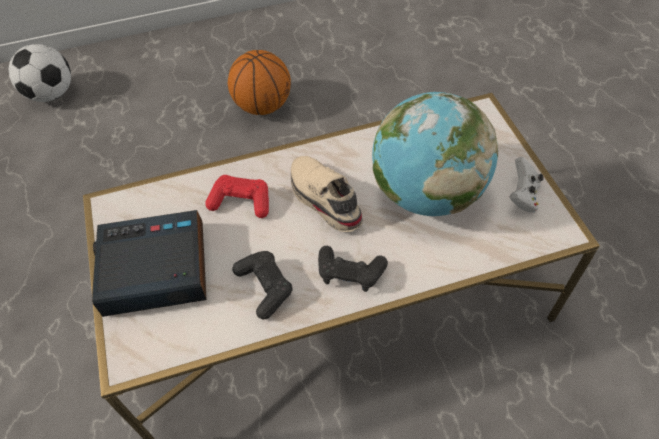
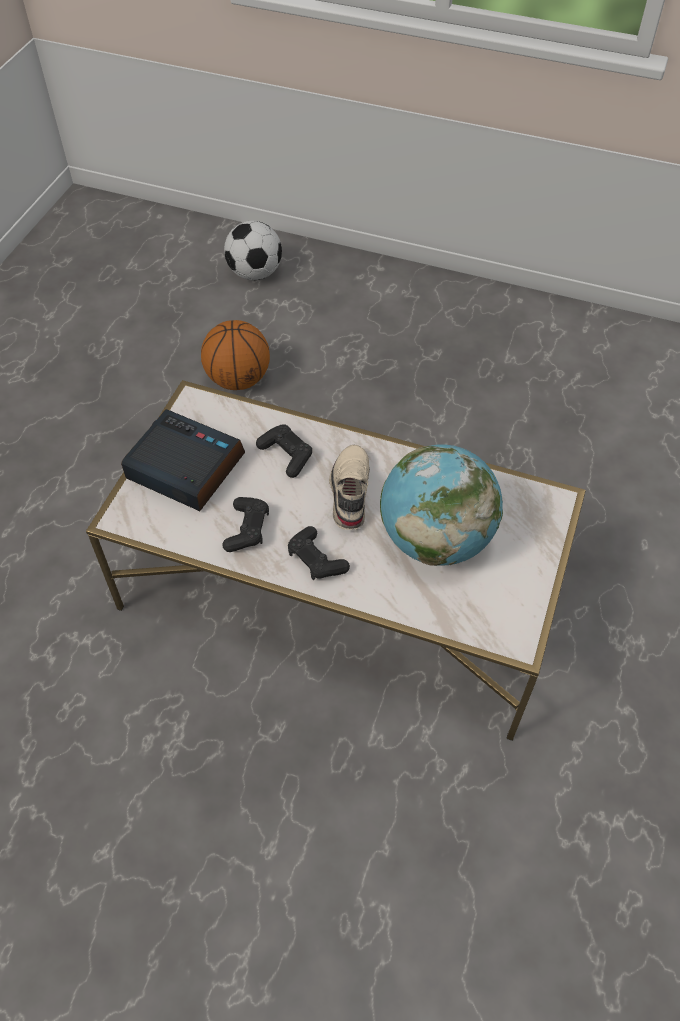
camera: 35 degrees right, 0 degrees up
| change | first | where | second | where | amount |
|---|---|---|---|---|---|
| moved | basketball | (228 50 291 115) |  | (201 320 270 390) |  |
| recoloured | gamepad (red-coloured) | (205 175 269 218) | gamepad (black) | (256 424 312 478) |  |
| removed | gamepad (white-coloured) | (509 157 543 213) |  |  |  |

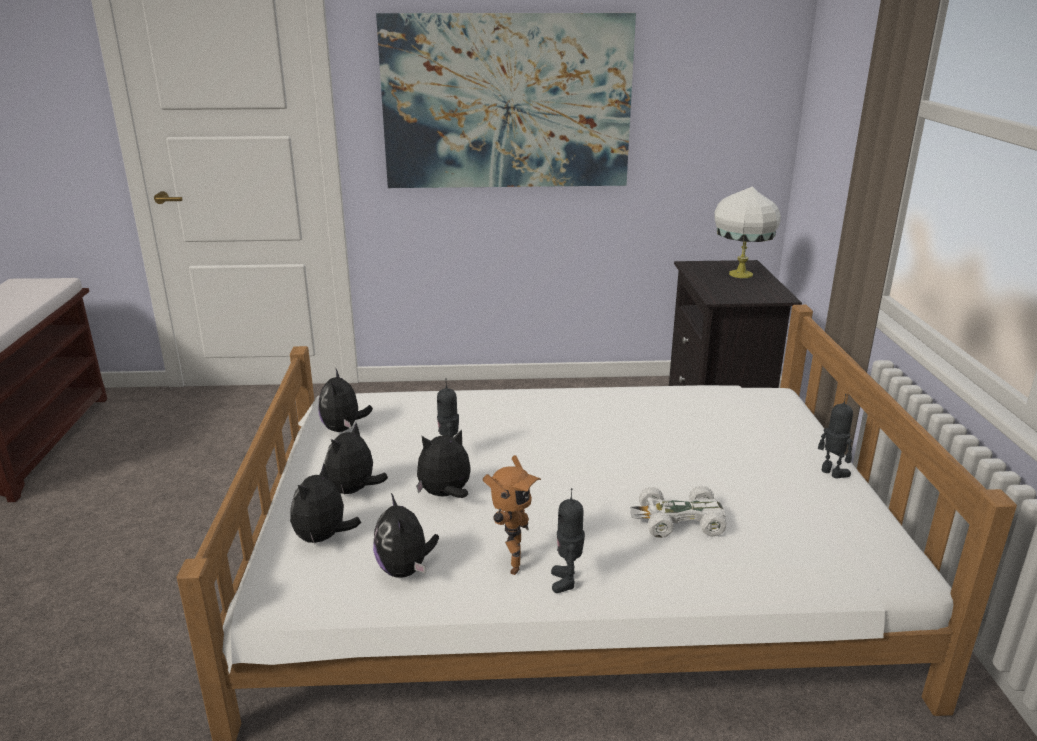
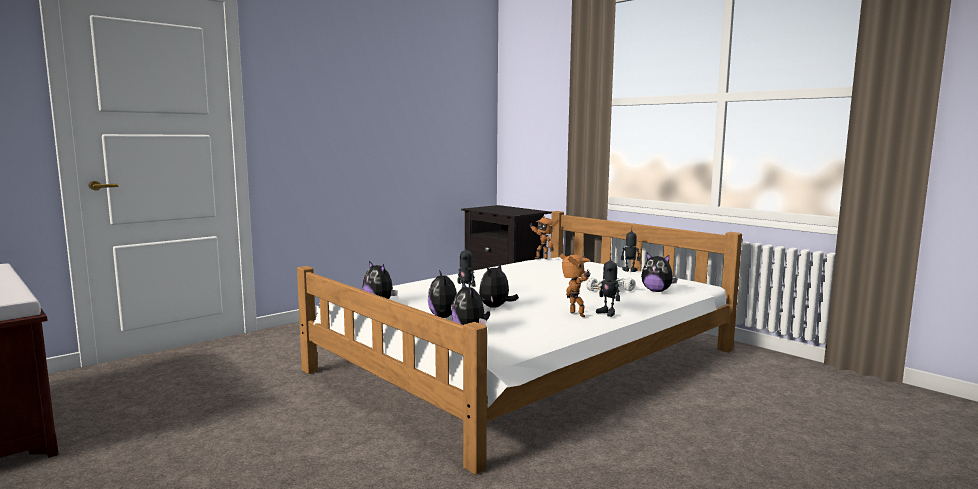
camera: 40 degrees left, 15 degrees down
| change | first | where | second | where | amount |
|---|---|---|---|---|---|
| added |  |  | model robot | (529 216 560 259) |  |
| moved | soft toy | (373 493 439 578) |  | (641 253 678 292) |  |
| removed | picture | (376 13 636 188) |  |  |  |
| removed | lamp for a table (white-coloured) | (714 186 781 278) |  |  |  |

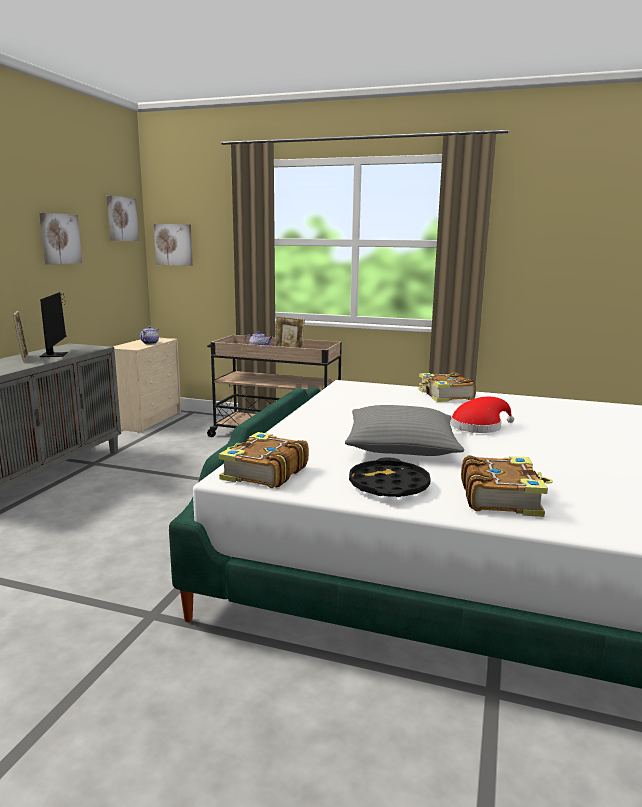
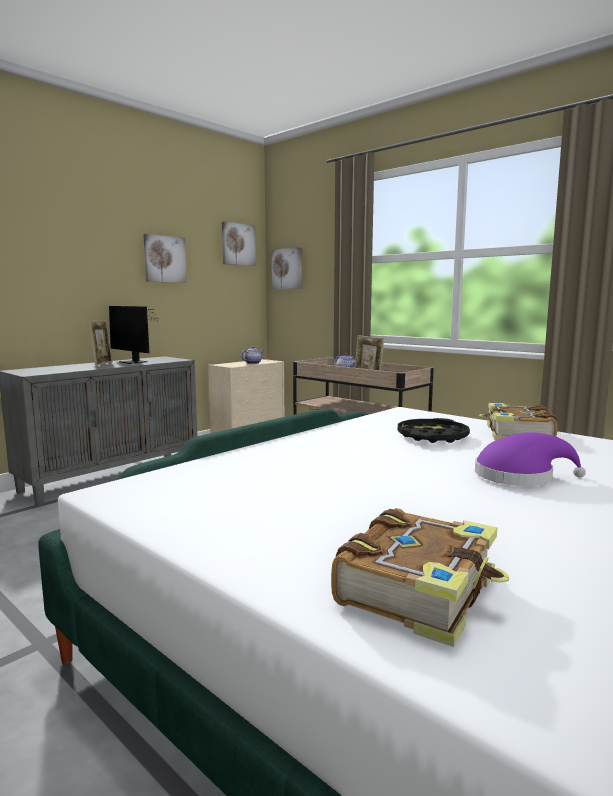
camera: 25 degrees right, 5 degrees down
| change | first | where | second | where | amount |
|---|---|---|---|---|---|
| turned | monitor | (40 292 67 357) |  | (109 306 160 364) | 120 degrees clockwise |
| moved | carrying tray (black) | (349 457 431 497) |  | (398 418 470 443) |  |
| recoloured | hat (red-coloured) | (451 397 514 433) | hat (purple-coloured) | (475 432 586 486) |  |
| removed | book | (219 432 309 488) |  |  |  |
| removed | pillow (greyish) | (345 405 464 456) |  |  |  |

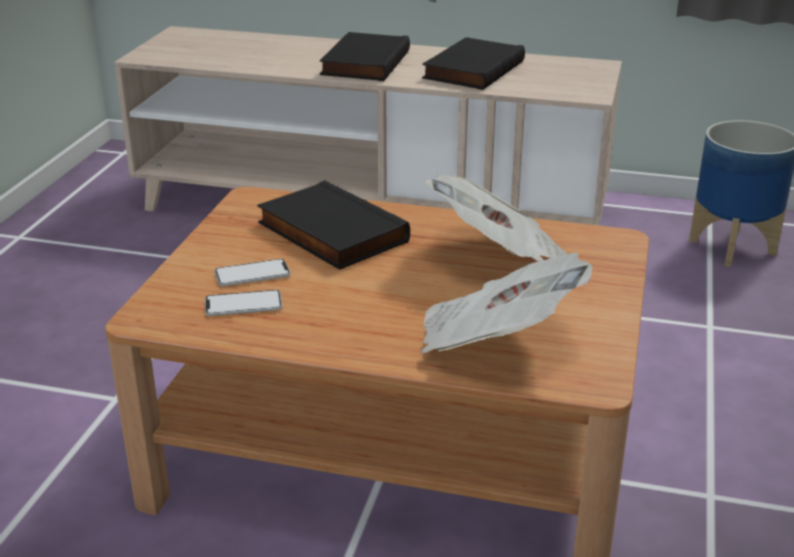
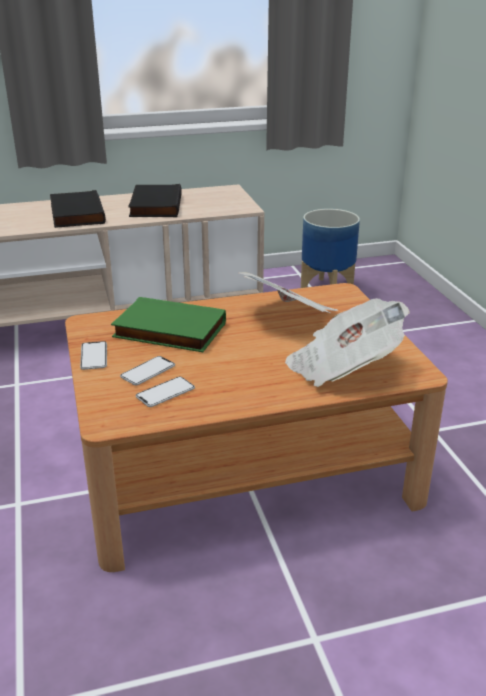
camera: 30 degrees left, 0 degrees up
| change | first | where | second | where | amount |
|---|---|---|---|---|---|
| added |  |  | handset | (80 341 107 370) |  |
| recoloured | book (black) | (257 180 410 270) | book (green-coloured) | (111 297 226 352) |  |

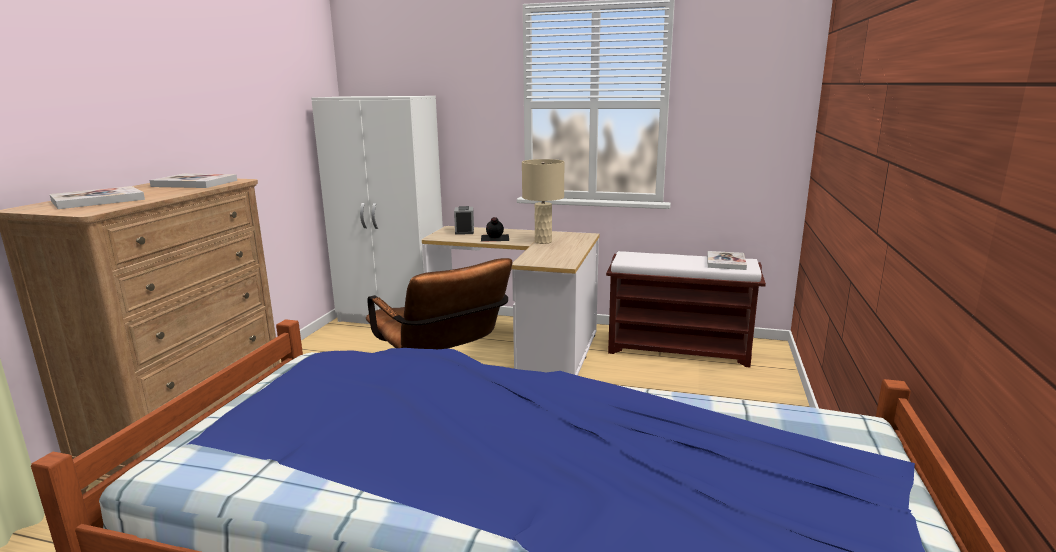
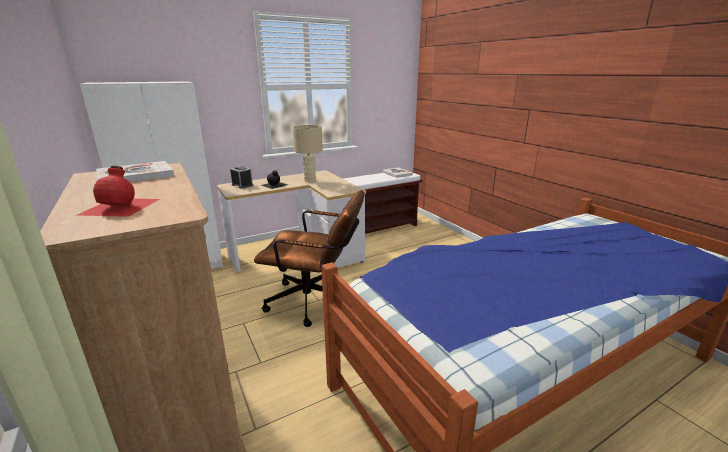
camera: 45 degrees left, 5 degrees up
| change | first | where | second | where | amount |
|---|---|---|---|---|---|
| replaced | book | (50 186 145 209) | beverage bottle (red-coloured) | (78 166 159 217) |  |

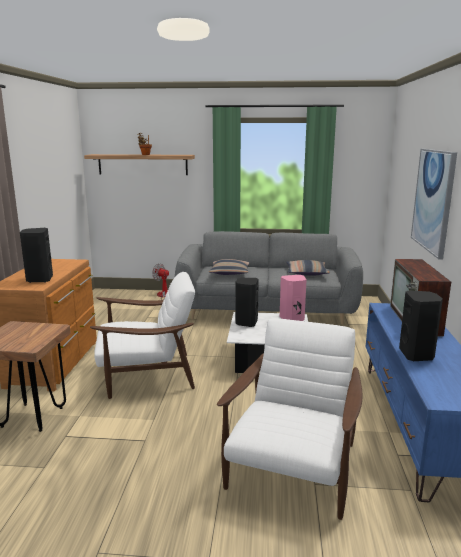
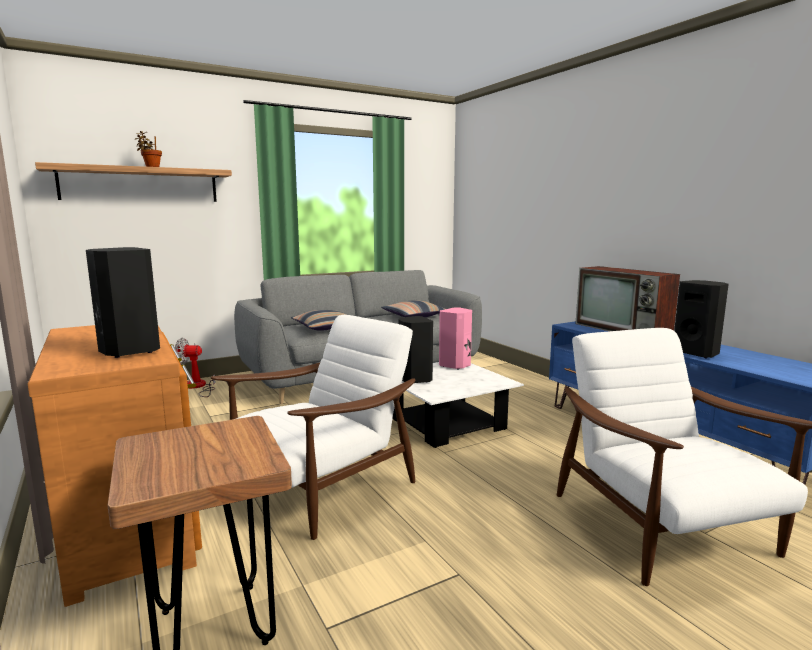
camera: 35 degrees left, 5 degrees down
| change | first | where | second | where | amount |
|---|---|---|---|---|---|
| removed | picture | (411 149 457 260) |  |  |  |

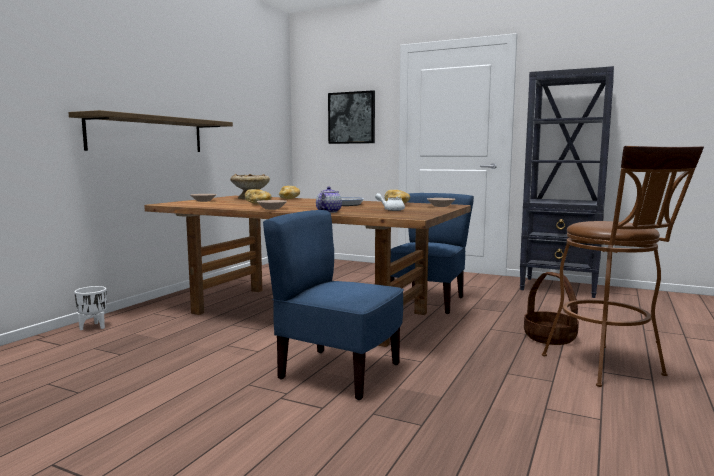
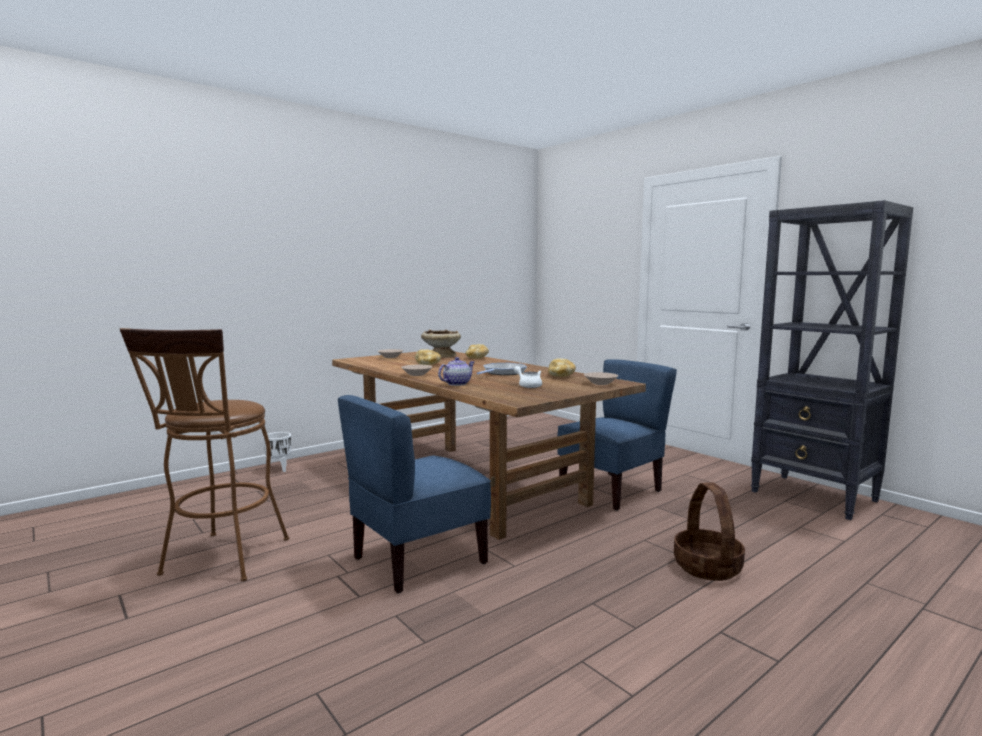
camera: 25 degrees right, 0 degrees up
| change | first | where | second | where | amount |
|---|---|---|---|---|---|
| moved | sitting stool (brown) | (542 146 704 387) |  | (120 328 289 581) |  |
| turned | upright chair (bluish) | (263 210 404 400) |  | (338 395 491 594) | 90 degrees counterclockwise |
| removed | bracket shelf | (69 110 233 152) |  |  |  |
| removed | picture | (328 90 375 144) |  |  |  |

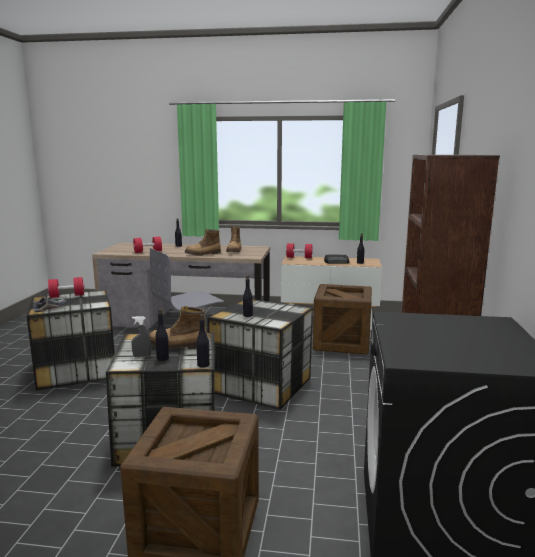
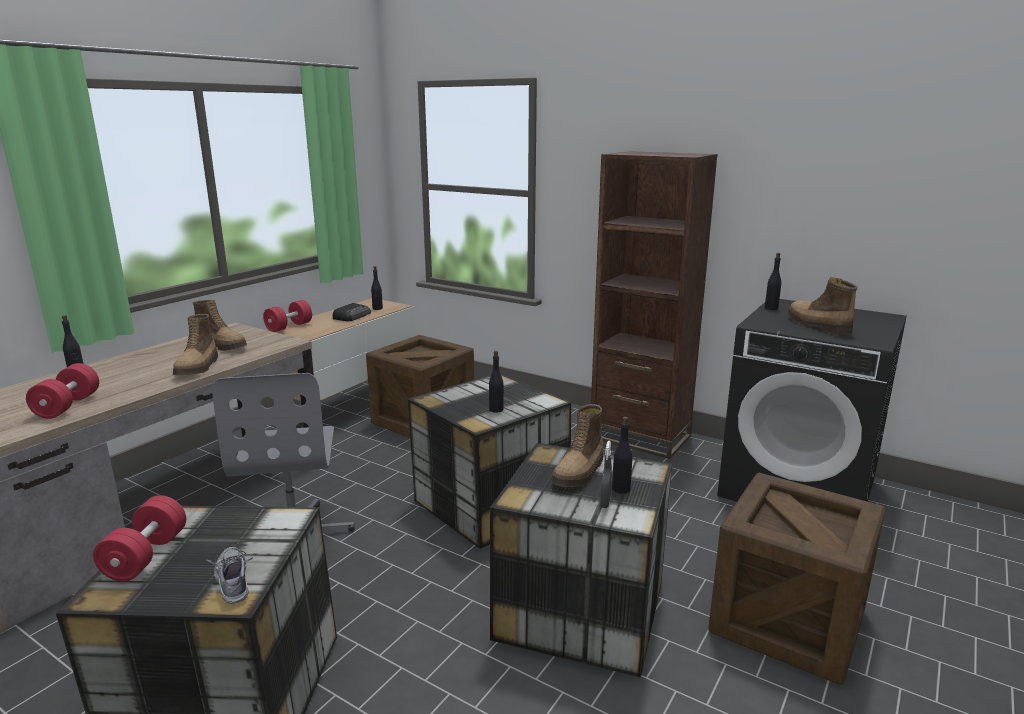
camera: 65 degrees left, 5 degrees up
| change | first | where | second | where | amount |
|---|---|---|---|---|---|
| moved | beverage bottle (black) | (196 314 210 368) |  | (765 253 781 310) |  |
| added |  |  | high-top boot | (788 277 858 334) |  |

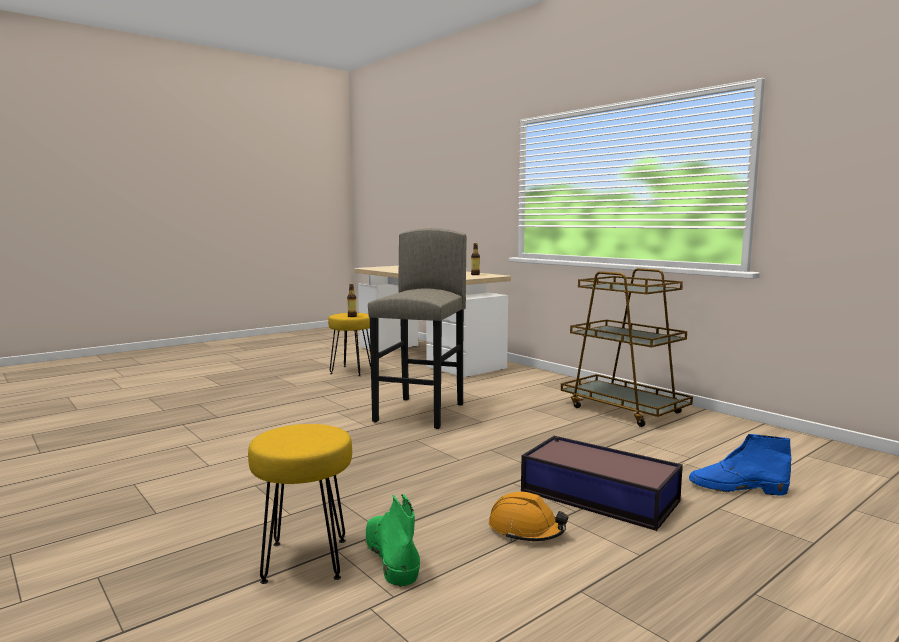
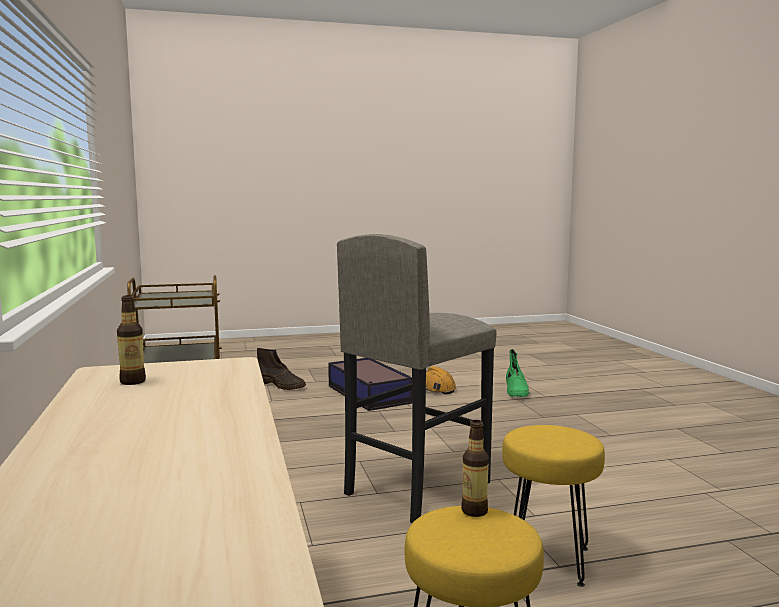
camera: 155 degrees left, 0 degrees up
| change | first | where | second | where | amount |
|---|---|---|---|---|---|
| recoloured | high-top boot (bluish) | (689 434 792 496) | high-top boot (brown) | (257 348 306 390) |  |
| moved | sitting stool (yellow) | (248 424 352 584) |  | (502 425 605 587) |  |

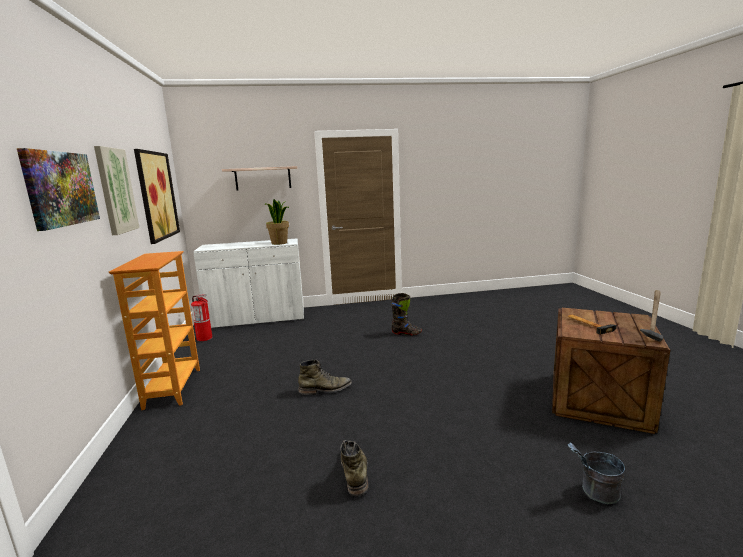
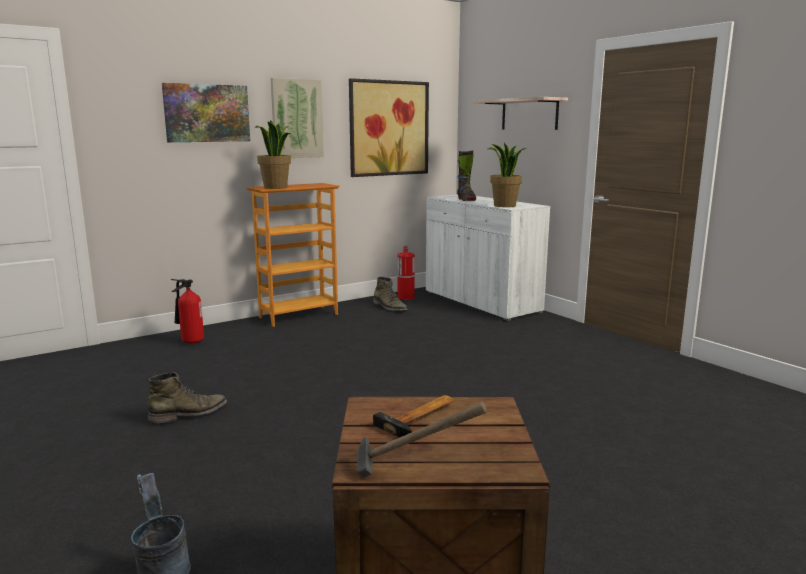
camera: 65 degrees right, 0 degrees up
| change | first | where | second | where | amount |
|---|---|---|---|---|---|
| added |  |  | fire extinguisher | (171 279 204 344) |  |
| added |  |  | potted plant | (255 120 292 189) |  |
| moved | high-top boot (green-coloured) | (298 360 352 395) |  | (373 277 408 311) |  |
| moved | high-top boot (black) | (391 293 422 335) |  | (457 151 476 201) |  |

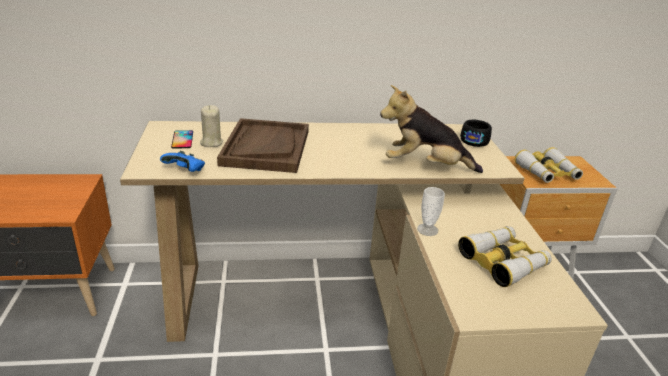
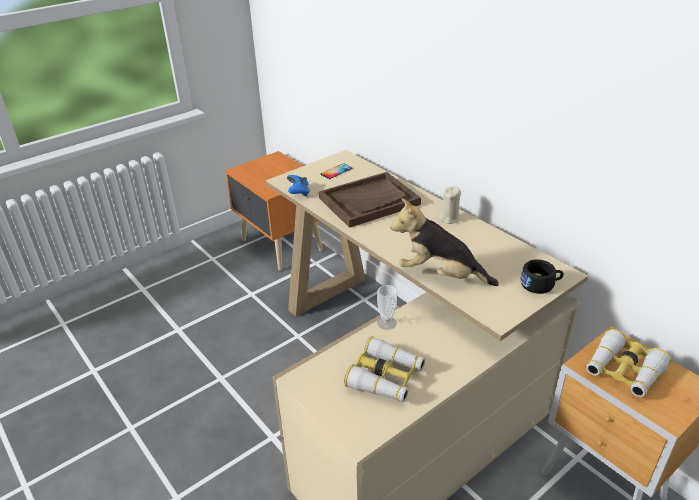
camera: 60 degrees right, 5 degrees up
| change | first | where | second | where | amount |
|---|---|---|---|---|---|
| turned | soft toy | (380 85 483 173) |  | (390 198 499 286) | 45 degrees counterclockwise |
| moved | candle (sand-coloured) | (200 105 223 147) |  | (439 186 461 224) |  |

